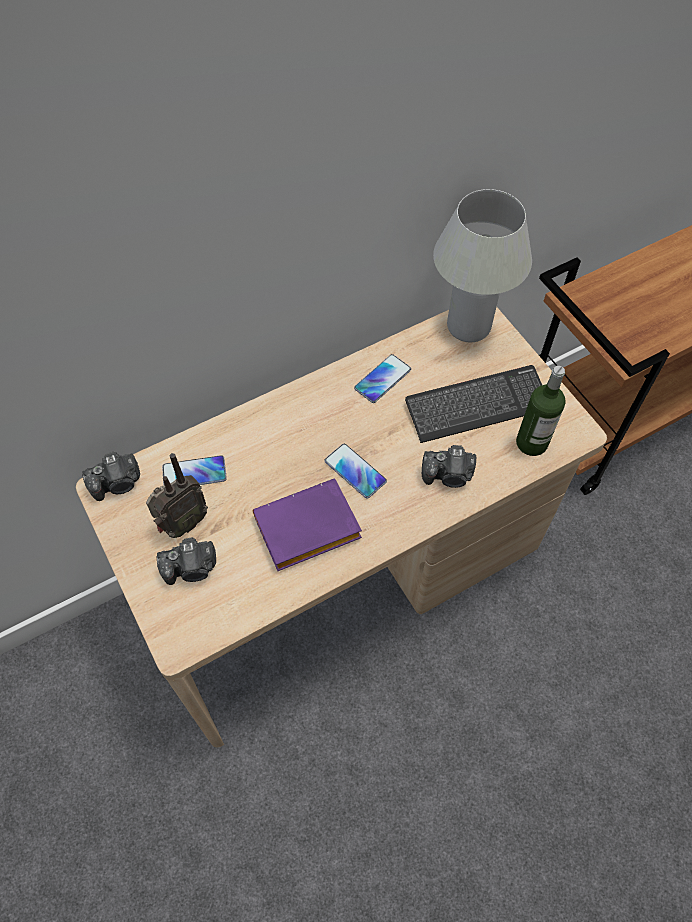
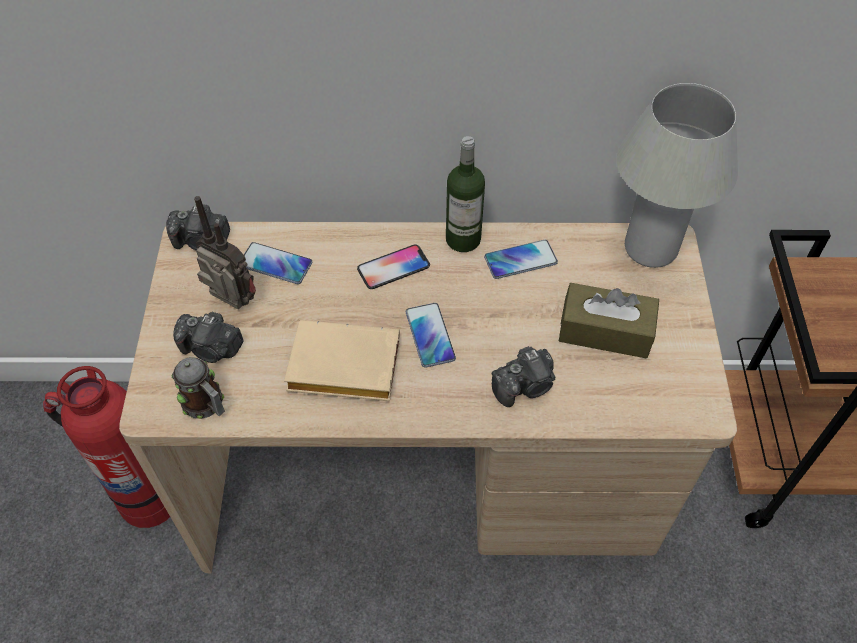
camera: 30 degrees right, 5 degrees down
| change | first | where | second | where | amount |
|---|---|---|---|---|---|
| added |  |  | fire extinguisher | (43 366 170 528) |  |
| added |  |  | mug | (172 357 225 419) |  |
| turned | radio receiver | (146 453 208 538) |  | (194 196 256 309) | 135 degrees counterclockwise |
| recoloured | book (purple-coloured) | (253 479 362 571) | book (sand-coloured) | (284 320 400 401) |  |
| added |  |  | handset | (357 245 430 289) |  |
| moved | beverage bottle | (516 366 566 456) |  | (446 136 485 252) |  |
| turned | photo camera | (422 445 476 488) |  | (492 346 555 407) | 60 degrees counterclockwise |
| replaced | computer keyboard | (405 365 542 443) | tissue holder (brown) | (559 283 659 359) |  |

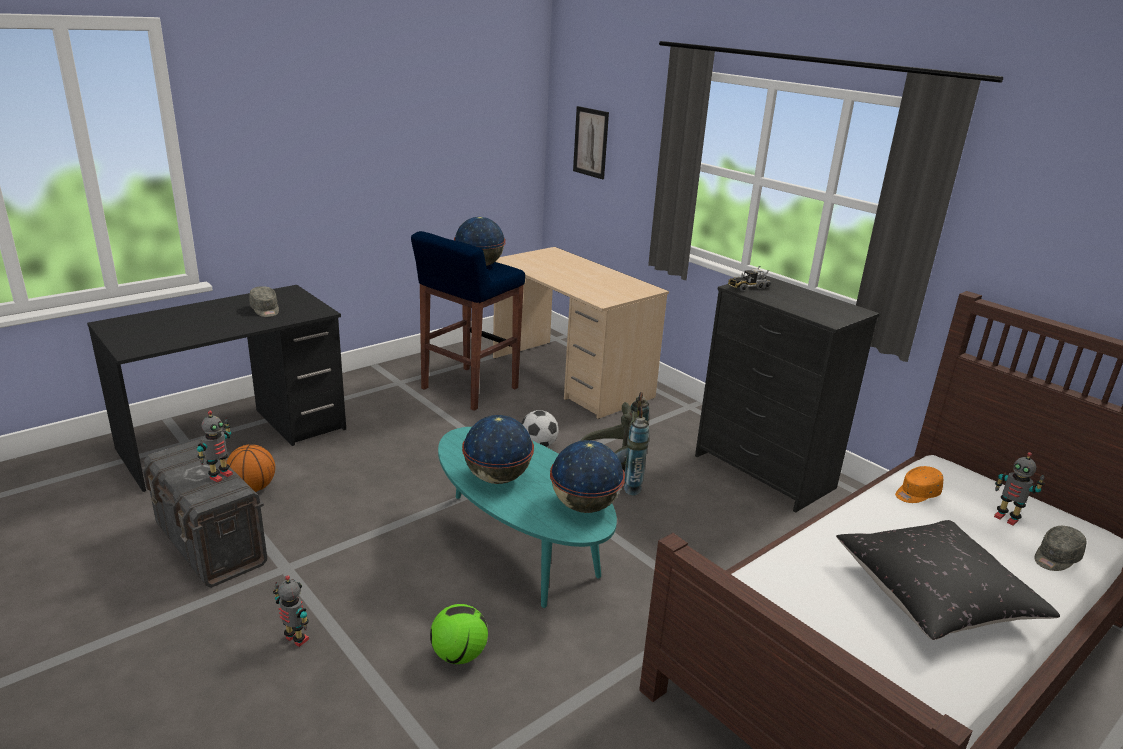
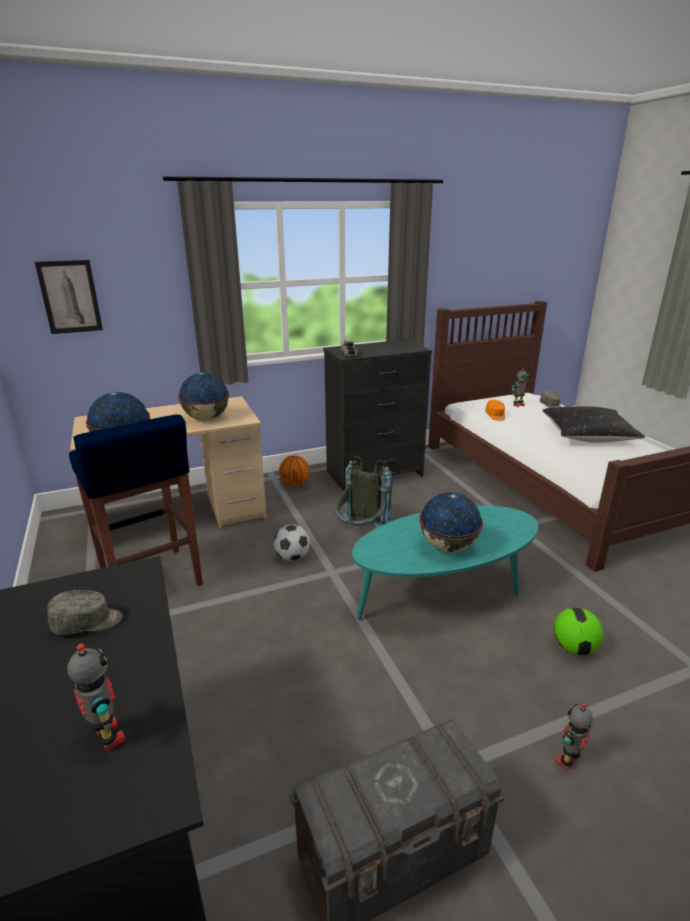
camera: 70 degrees left, 0 degrees up
| change | first | where | second | where | amount |
|---|---|---|---|---|---|
| moved | model robot | (197 411 233 483) |  | (67 643 126 751) |  |
| moved | desk globe | (550 440 625 513) |  | (178 373 229 421) |  |
| moved | basketball | (226 445 275 492) |  | (279 455 310 487) |  |

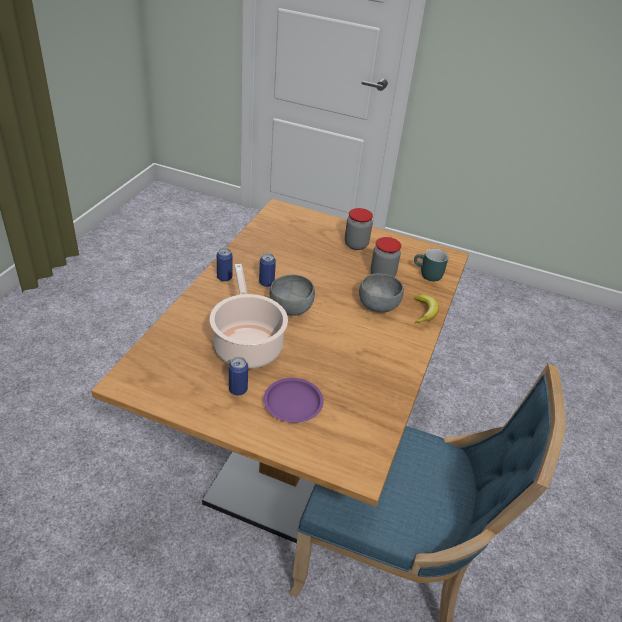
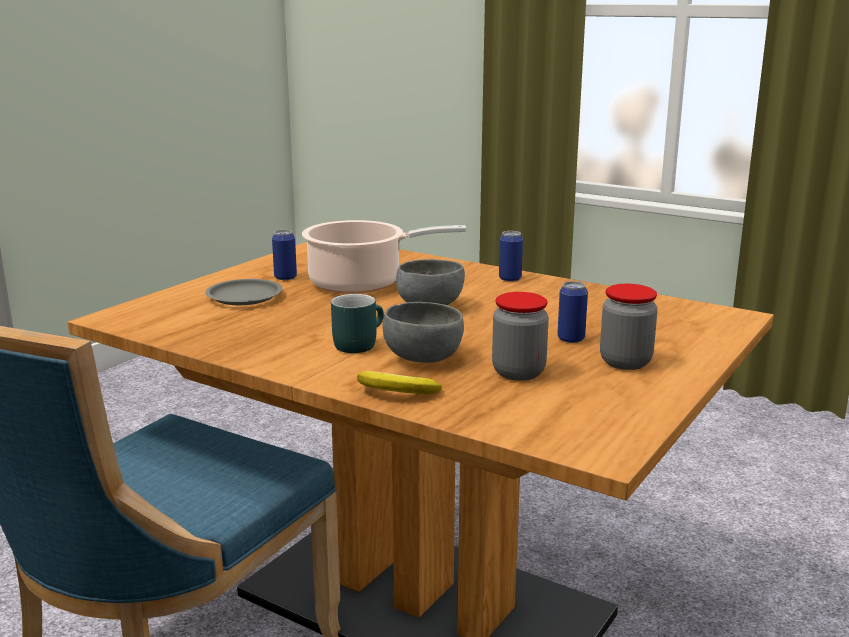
camera: 105 degrees right, 20 degrees down
| change | first | where | second | where | amount |
|---|---|---|---|---|---|
| recoloured | dinner plate (purple-coloured) | (264 378 324 423) | dinner plate (greyish) | (205 279 282 305) |  |
| moved | mug (blue-green) | (414 248 449 281) |  | (331 294 384 353) |  |
| moved | sealed can | (259 253 276 287) |  | (557 281 588 343) |  |

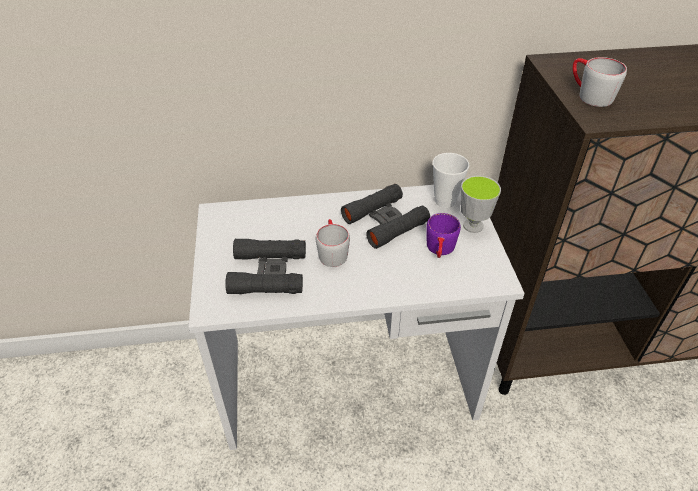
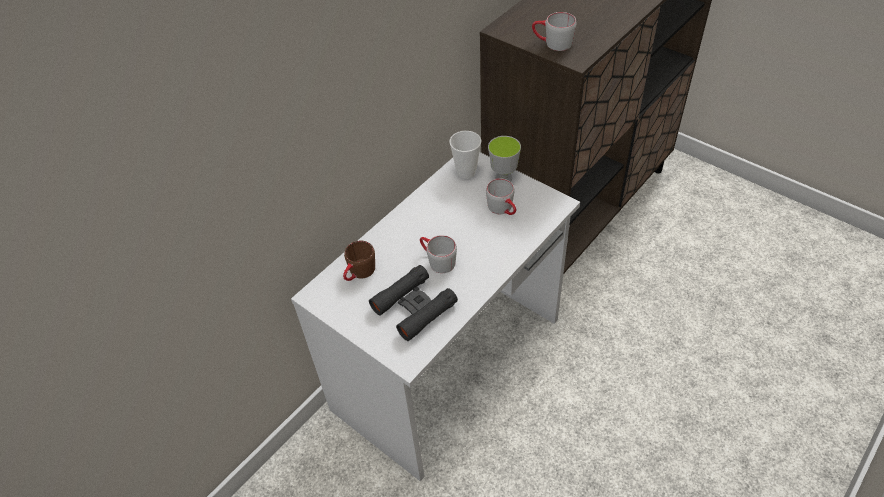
camera: 40 degrees left, 5 degrees up
| change | first | where | second | where | amount |
|---|---|---|---|---|---|
| added |  |  | mug (brown) | (343 240 375 281) |  |
| recoloured | mug (purple-coloured) | (426 213 461 258) | mug (greyish) | (486 179 516 215) |  |
| removed | pair of binoculars (black) | (341 184 430 249) |  |  |  |

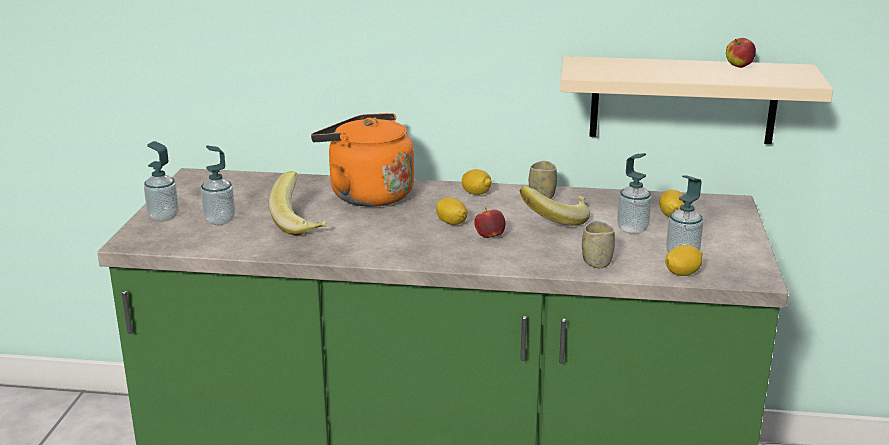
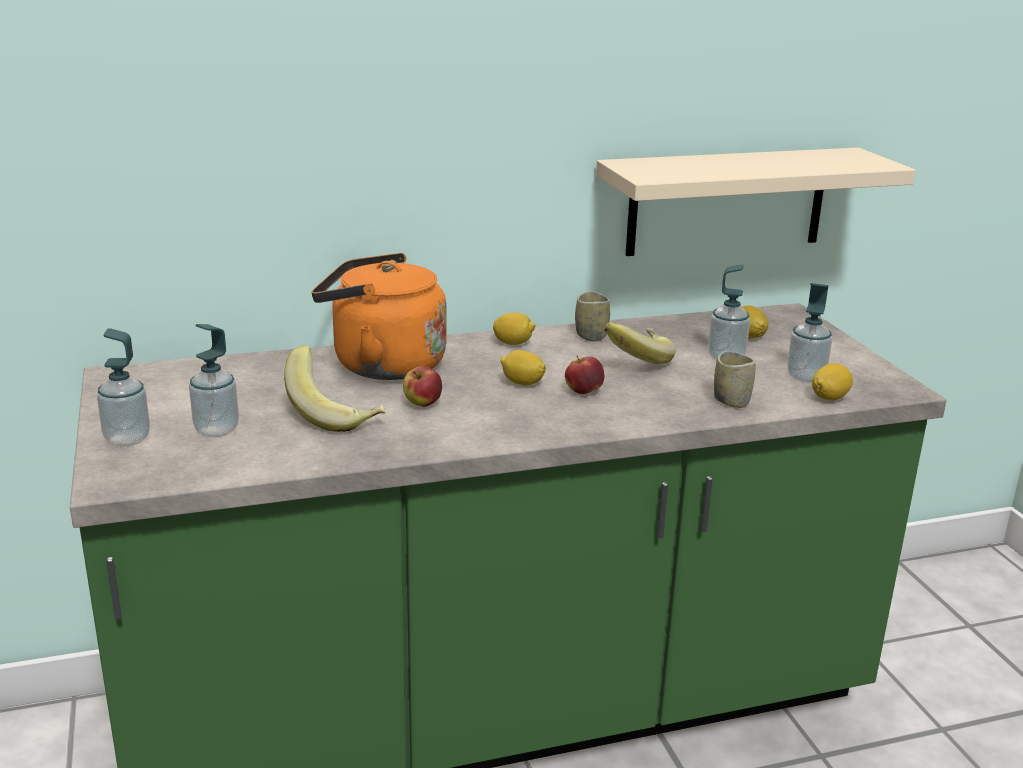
camera: 25 degrees left, 0 degrees up
| change | first | where | second | where | amount |
|---|---|---|---|---|---|
| moved | apple fruit | (726 38 756 68) |  | (403 366 442 407) |  |

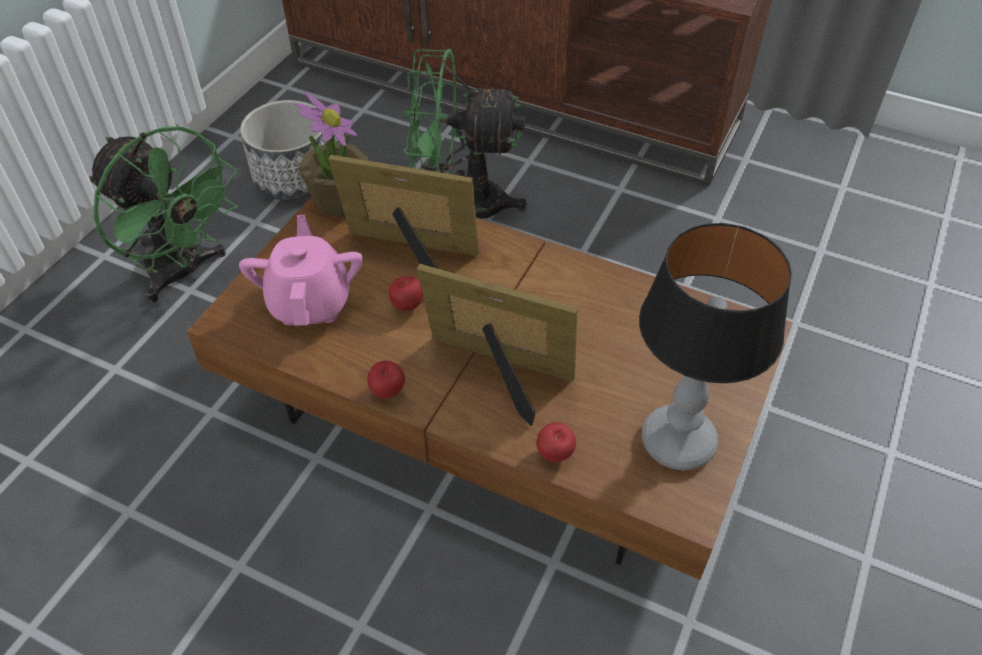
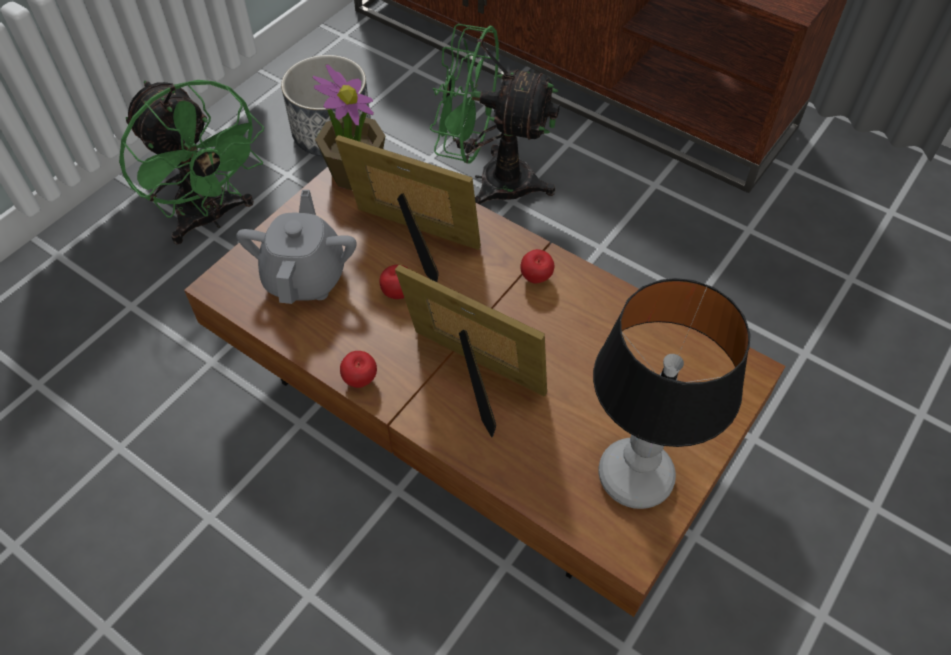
camera: 10 degrees right, 5 degrees up
| change | first | where | second | where | amount |
|---|---|---|---|---|---|
| recoloured | teapot (pink-coloured) | (239 215 363 326) | teapot (greyish) | (236 190 356 304) |  |
| moved | apple fruit | (537 422 576 462) |  | (520 249 554 284) |  |

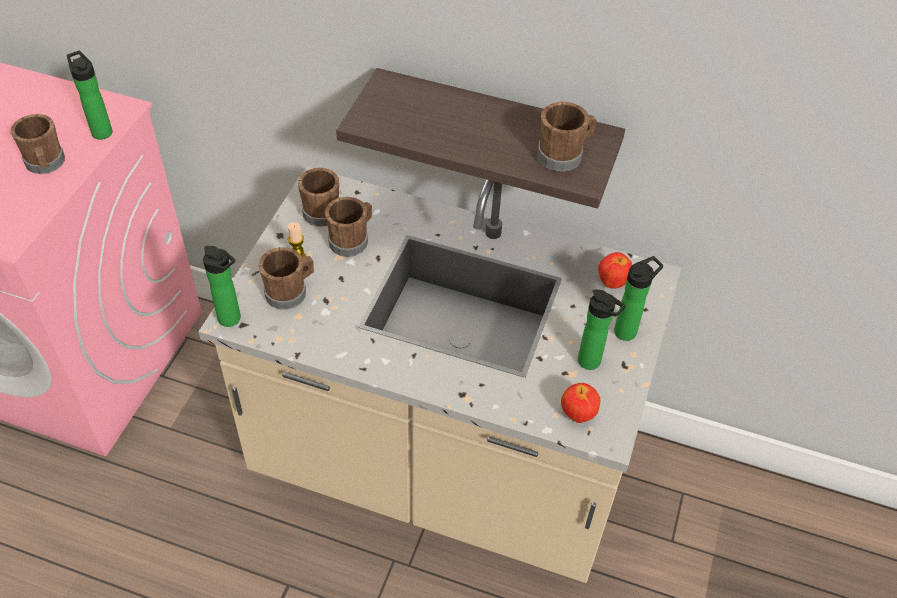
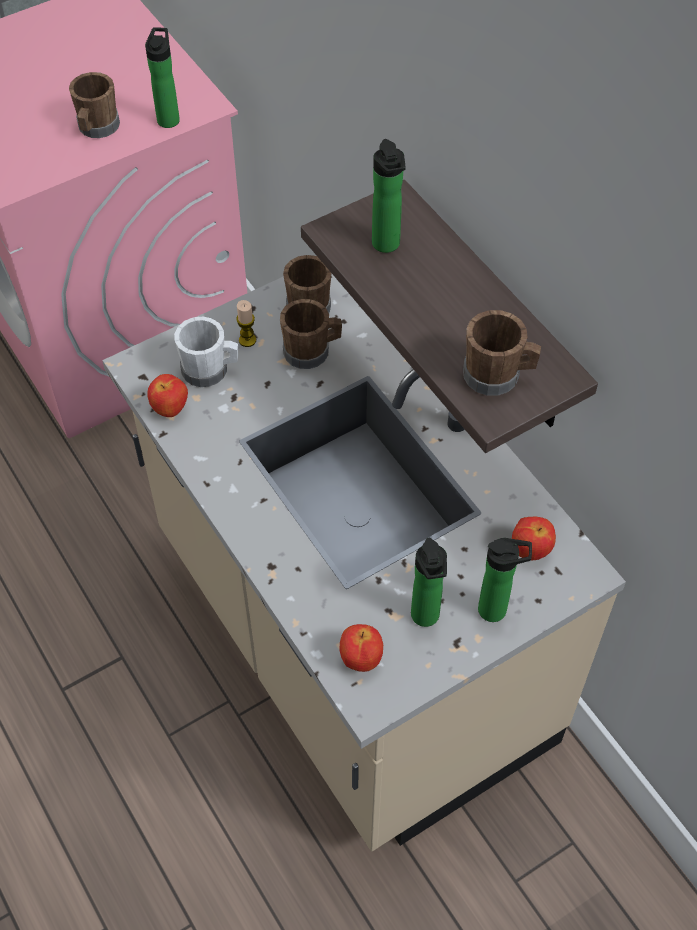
camera: 40 degrees right, 5 degrees up
| change | first | where | second | where | amount |
|---|---|---|---|---|---|
| added |  |  | apple fruit | (147 374 188 417) |  |
| recoloured | mug (brown) | (258 247 314 310) | mug (white-coloured) | (174 317 238 387) |  |
| moved | beverage bottle | (203 246 241 327) |  | (372 139 405 253) |  |

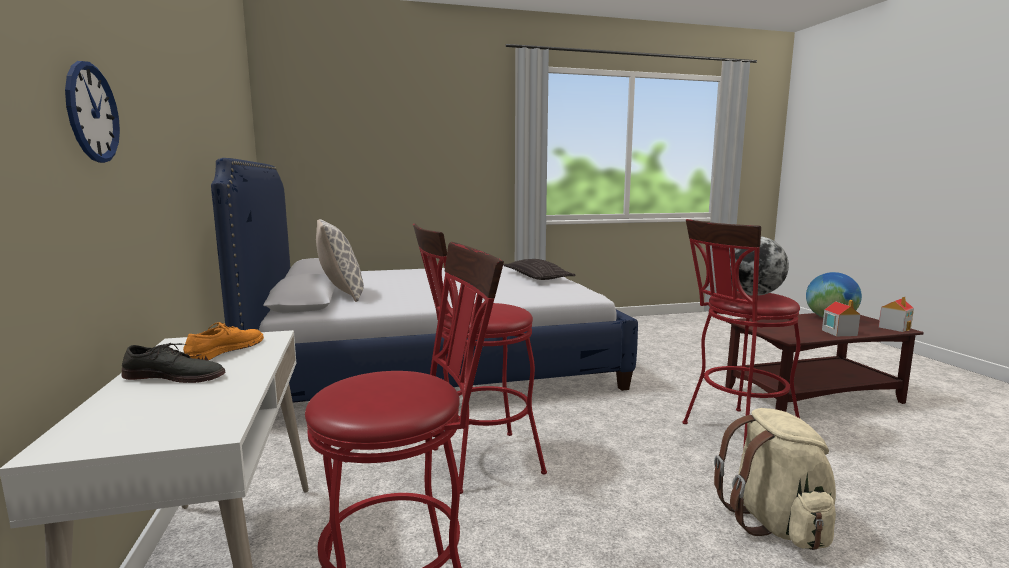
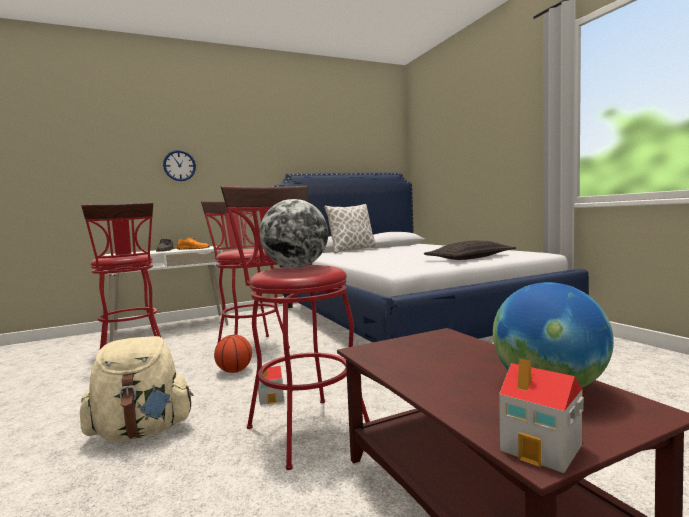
camera: 80 degrees right, 5 degrees down
| change | first | where | second | where | amount |
|---|---|---|---|---|---|
| added |  |  | basketball | (214 335 252 373) |  |
| moved | model house | (822 300 860 336) |  | (258 366 284 405) |  |

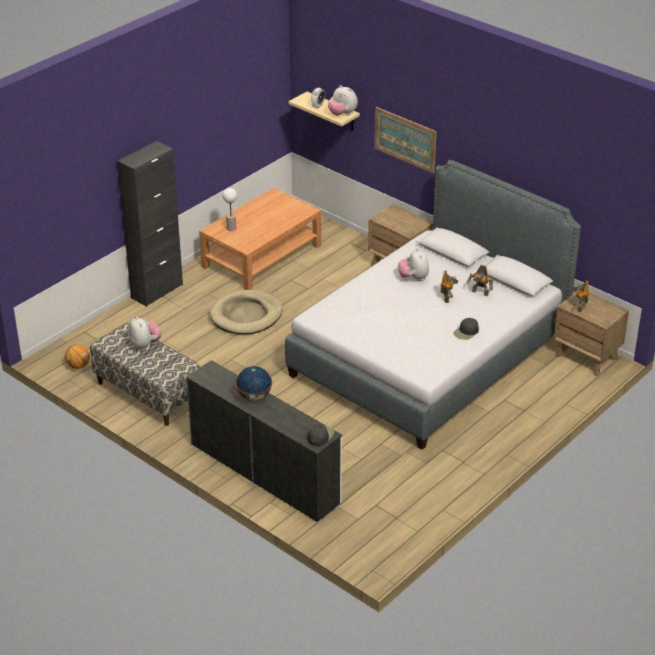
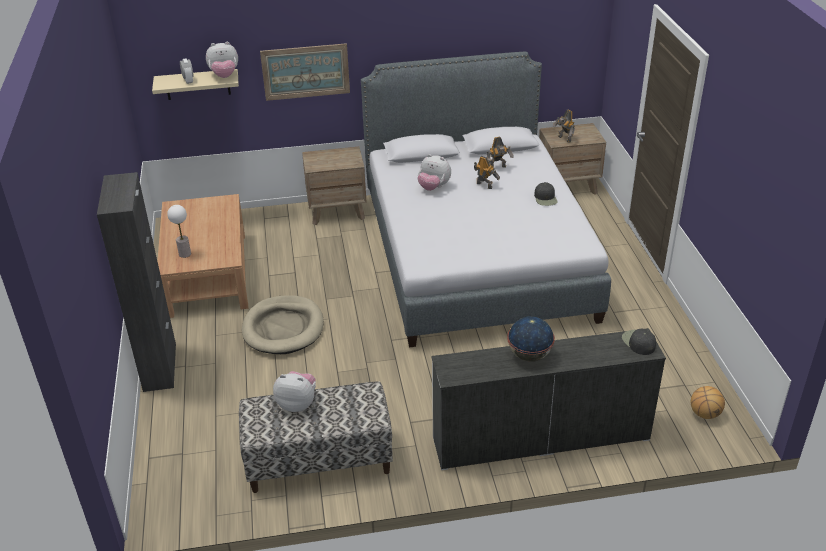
camera: 50 degrees left, 0 degrees up
| change | first | where | second | where | amount |
|---|---|---|---|---|---|
| moved | basketball | (65 344 90 369) |  | (691 386 725 419) |  |

